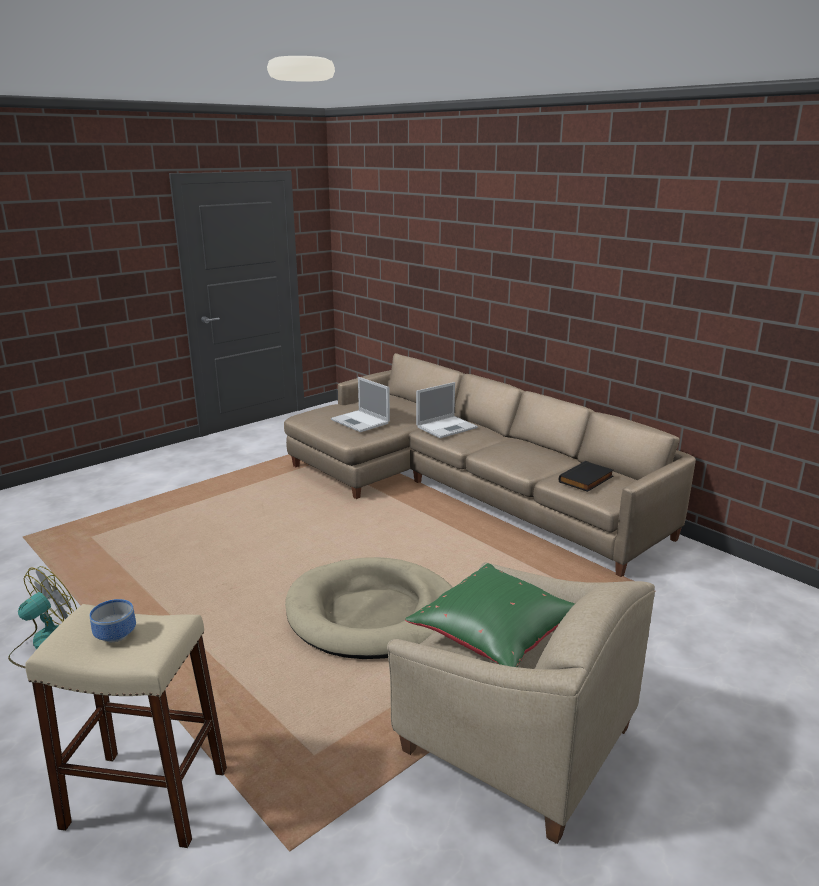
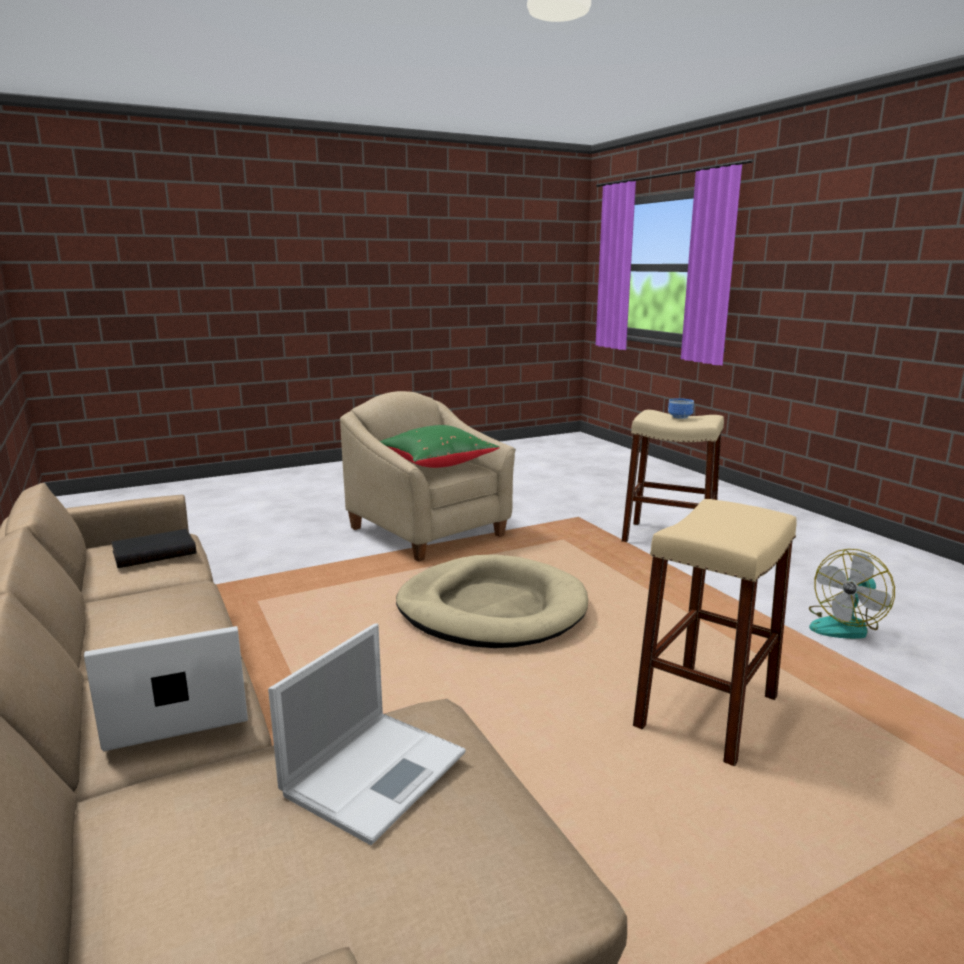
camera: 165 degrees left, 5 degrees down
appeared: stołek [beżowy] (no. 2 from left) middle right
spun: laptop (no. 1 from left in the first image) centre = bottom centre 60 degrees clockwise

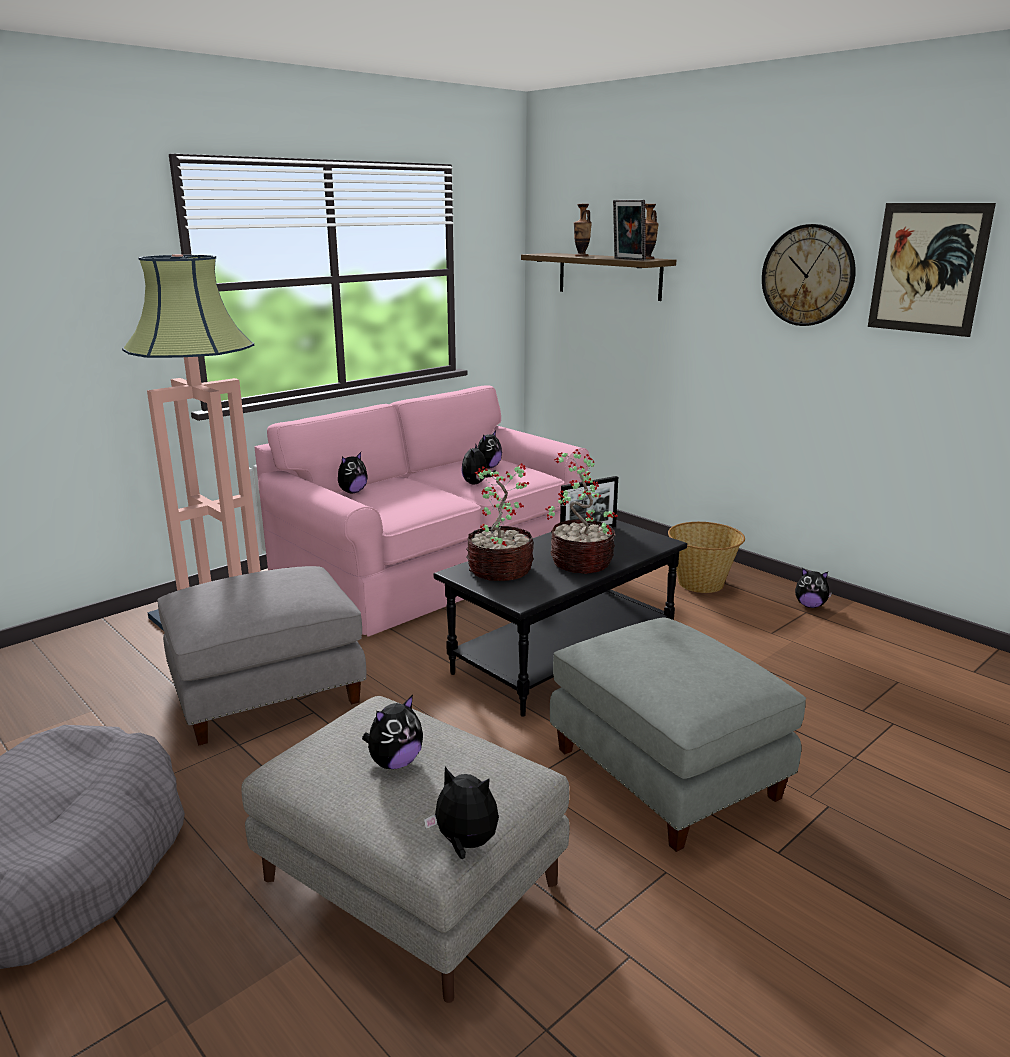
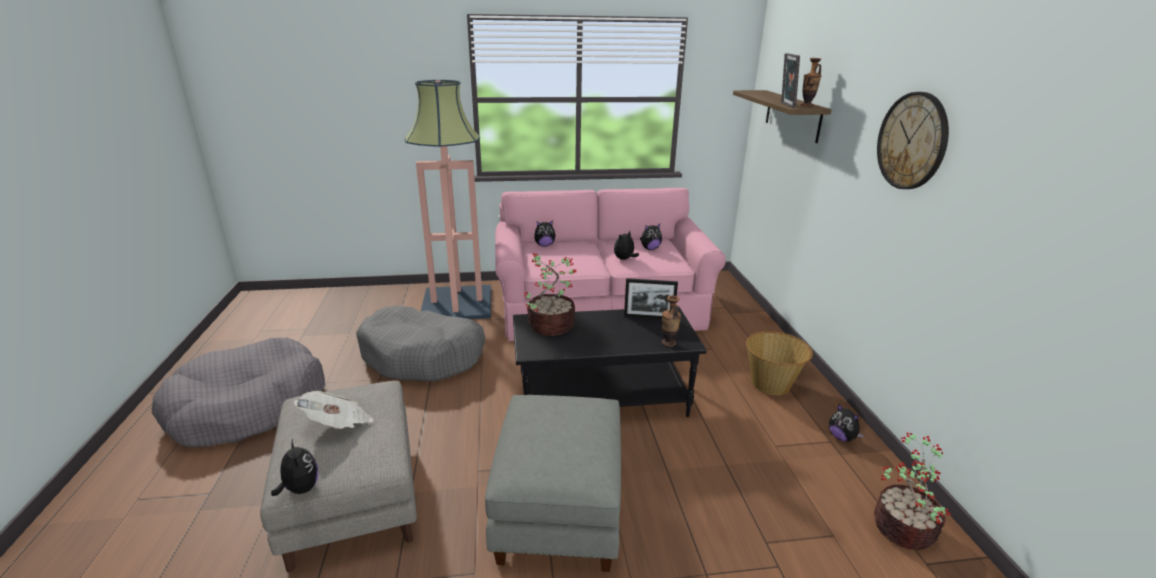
camera: 35 degrees right, 5 degrees up
missing: obraz top right
relocated: wazon (no. 1 from left) top centre to centre; roślina doniczkowa (no. 2 from left) centre to bottom right
exchanged: pluszak (no. 2 from left) bottom centre to gazeta bottom left; pufa [szary] (no. 1 from left) middle left to legowisko [szary] (no. 2 from left) centre

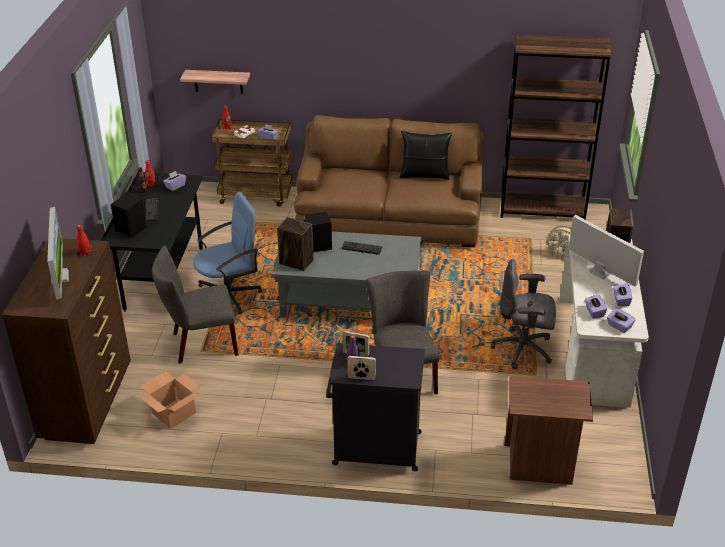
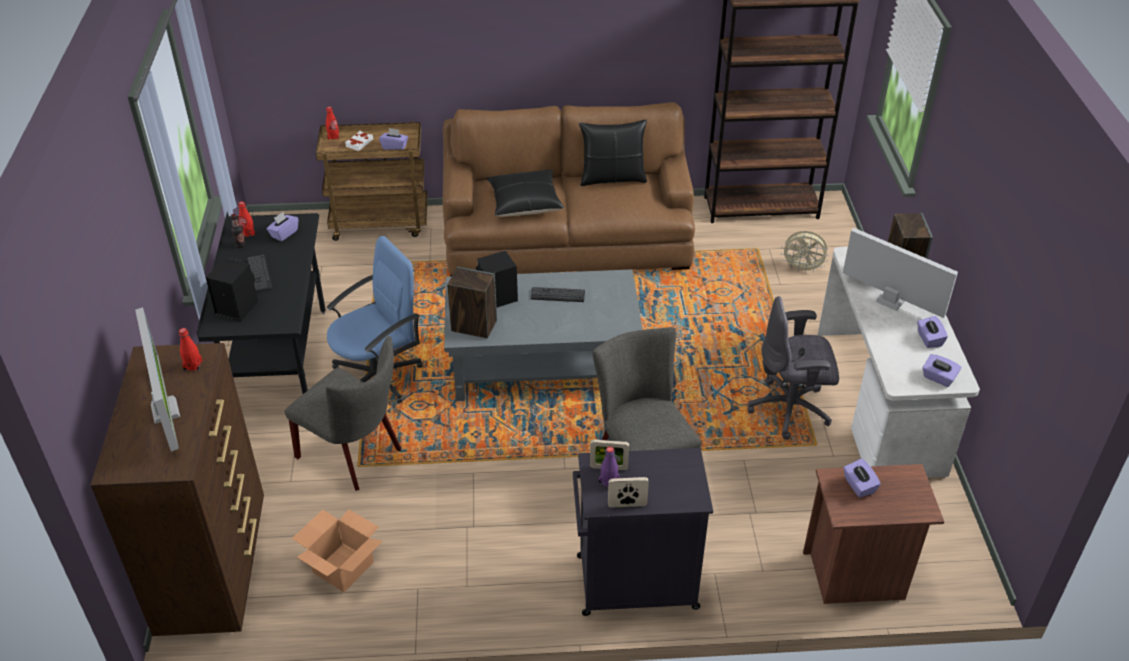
camera: 10 degrees left, 5 degrees up
missing: półka top left
appeared: poduszka [czarny] (no. 1 from left) top centre
relocated: pudełko chusteczek [fioletowy] (no. 3 from left) middle right to bottom right
spun: krzesło [szary] (no. 1 from left) middle left = middle left 120 degrees counterclockwise

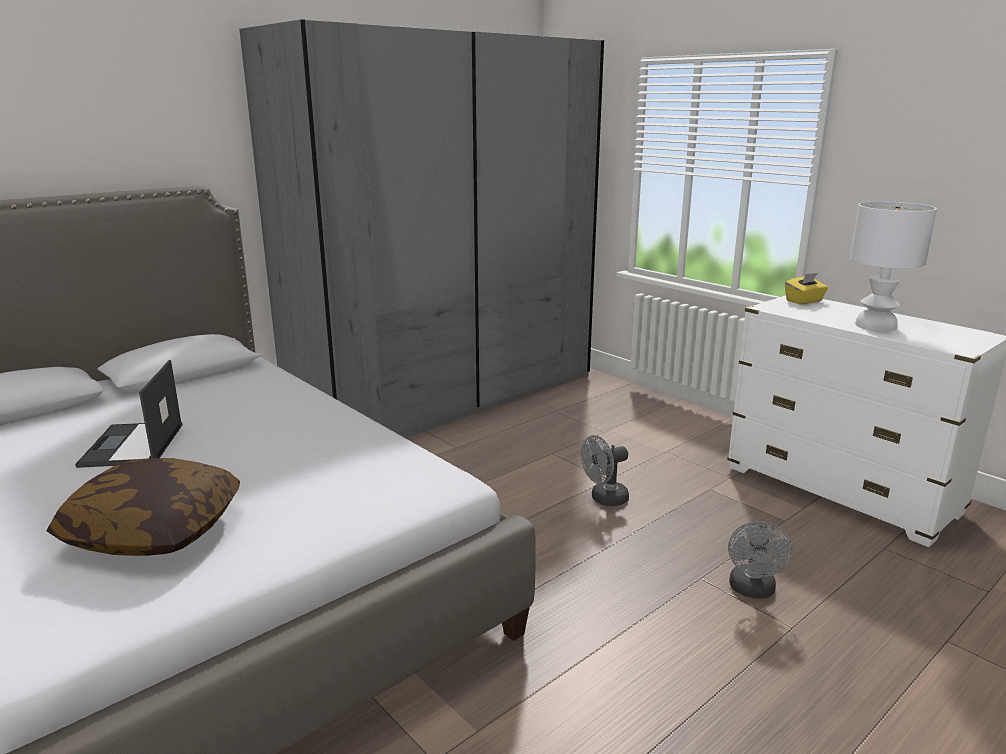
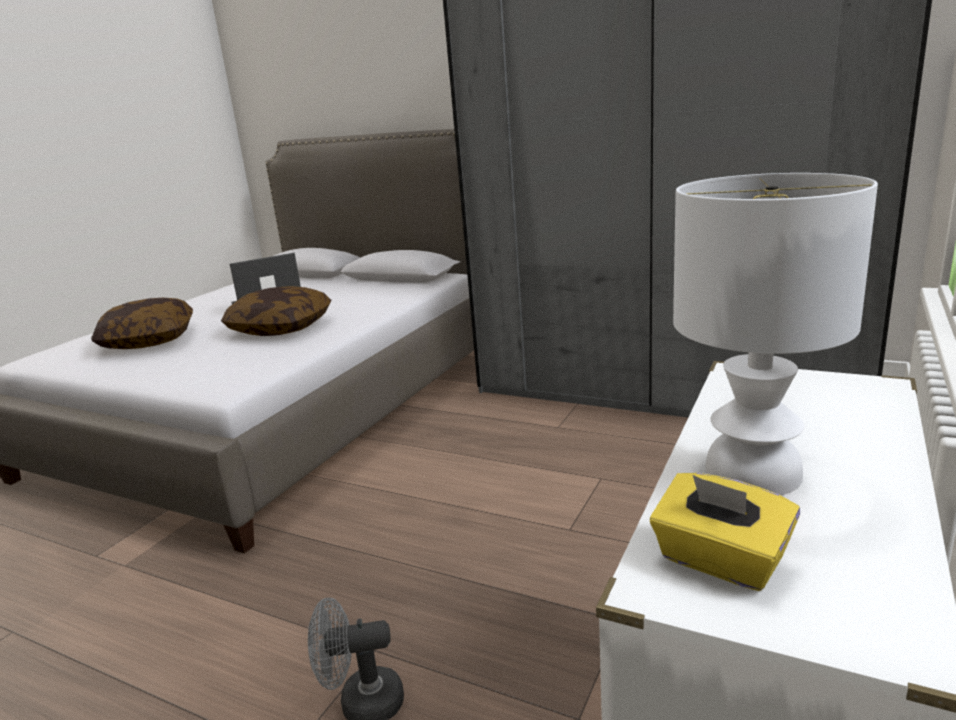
camera: 70 degrees right, 0 degrees up
missing: wentylator [szary] (no. 1 from left) centre
appeared: poduszka (no. 2 from left) middle left
relocated: pudełko chusteczek [żółty] middle right to bottom right

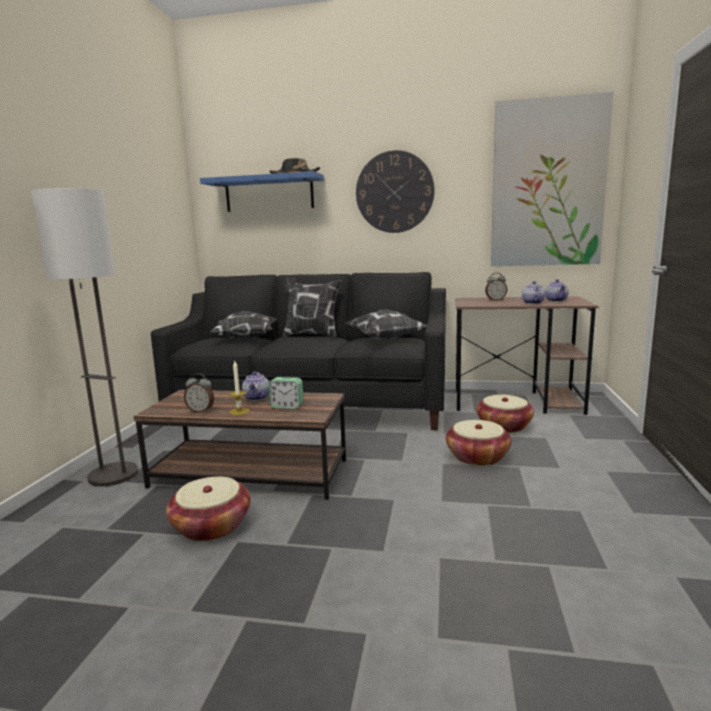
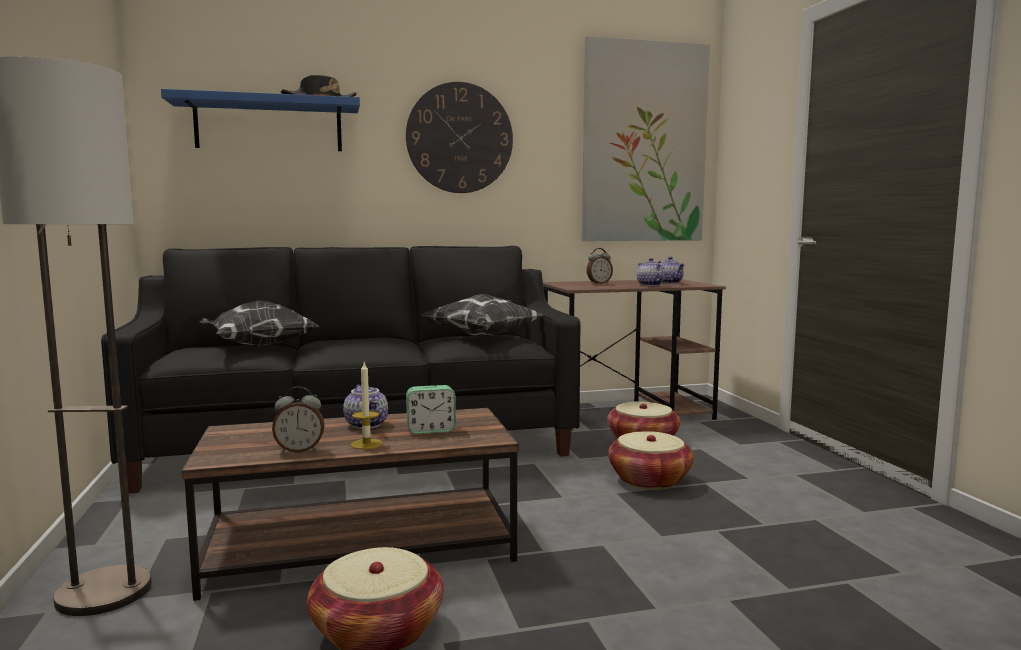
camera: 25 degrees left, 5 degrees down
missing: poduszka (no. 2 from left) centre

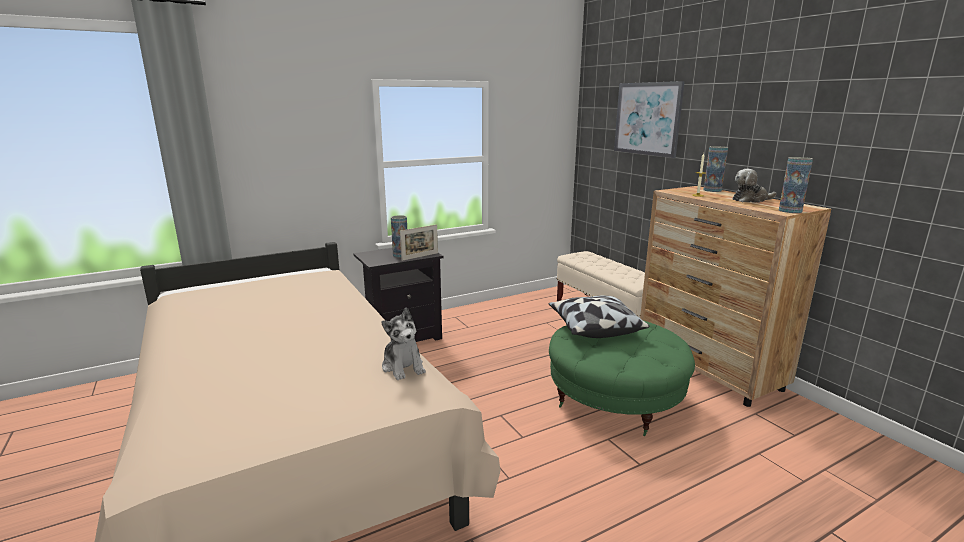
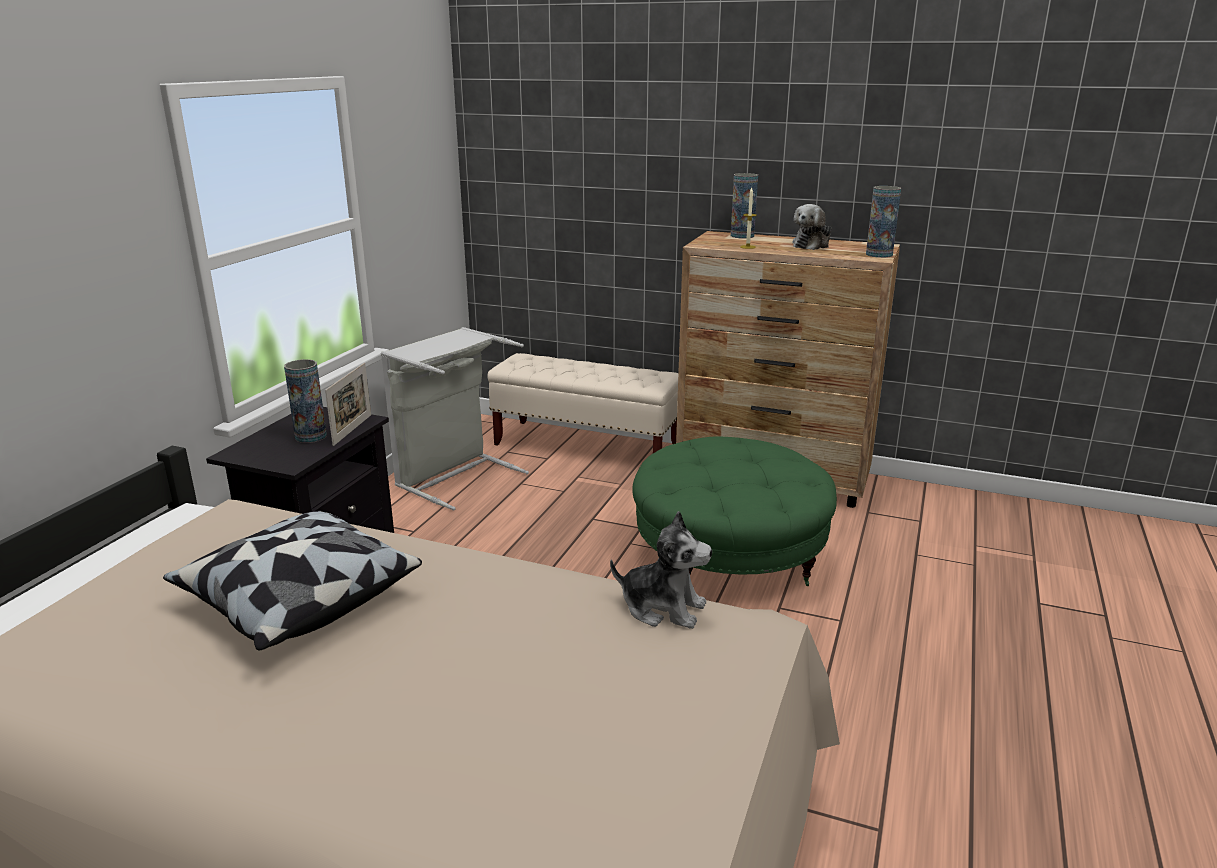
camera: 40 degrees left, 5 degrees up
missing: obraz top right
appeared: kosz na pranie [szary] centre
relocated: poduszka centre to bottom left

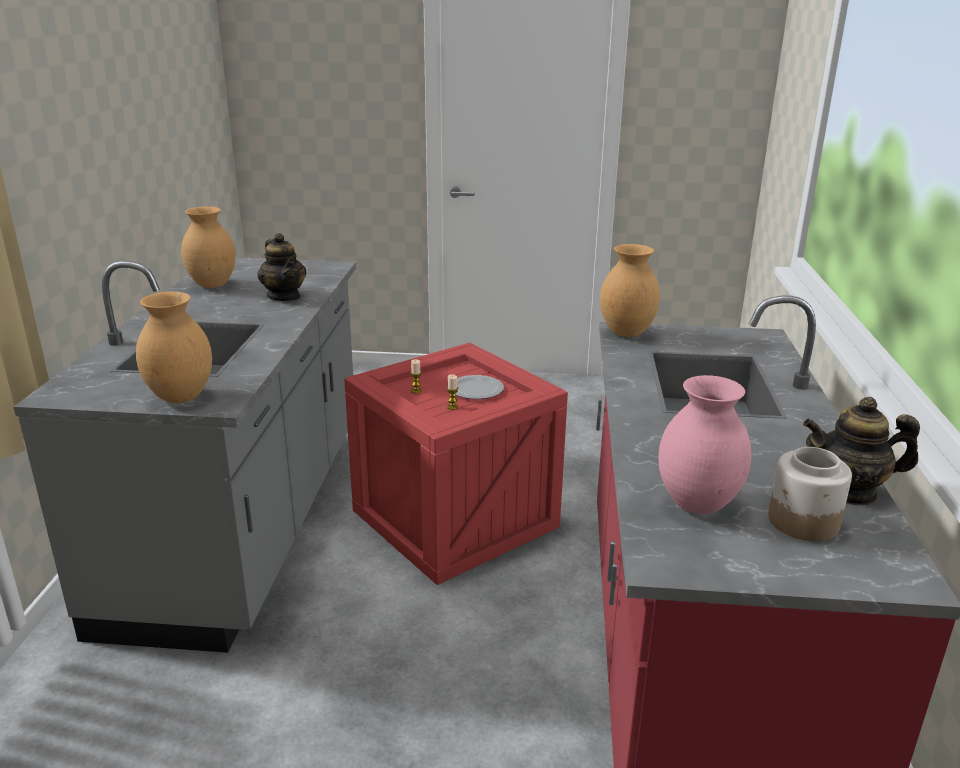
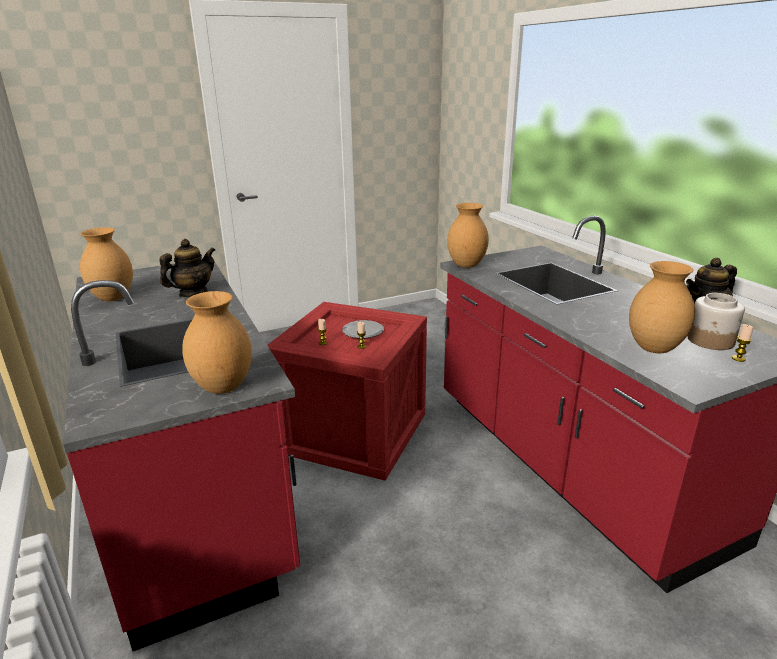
camera: 30 degrees left, 0 degrees up
appeared: świeca (no. 3 from left) middle right
colour: zabudowa kuchenna [szary] middle left to zabudowa kuchenna [czerwony] (no. 1 from left) bottom left; wazon [różowy] middle right to wazon [brązowy] (no. 4 from left) middle right
spun: imbryk (no. 1 from left) middle left = middle left 75 degrees counterclockwise

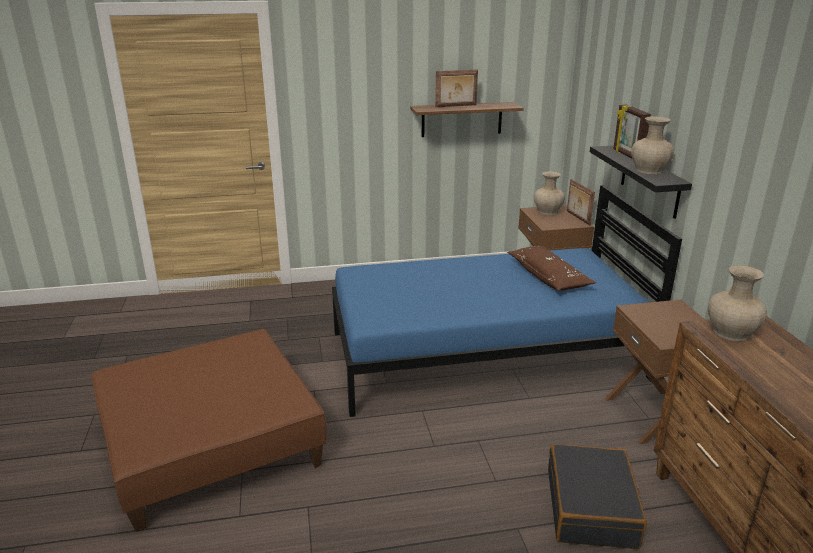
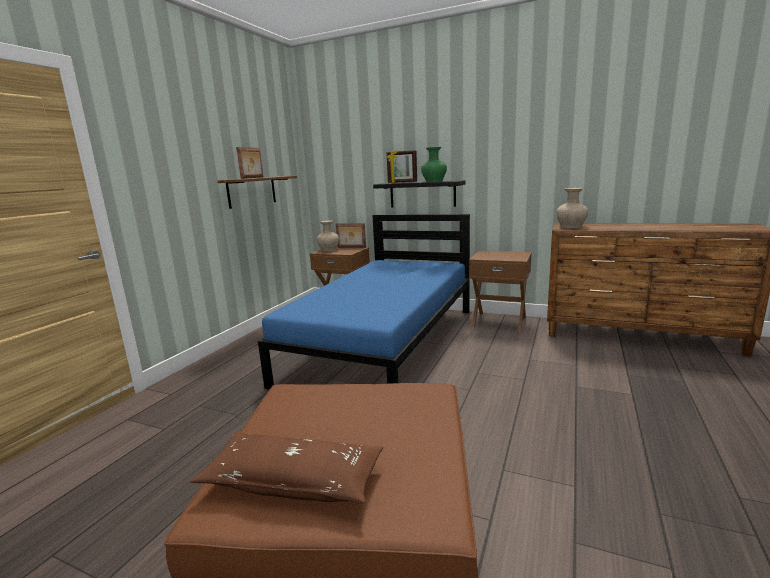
camera: 55 degrees left, 10 degrees down
missing: walizka [czarny] bottom right
relocated: poduszka [brązowy] middle right to bottom centre
colour: wazon [beżowy] (no. 2 from left) top right to wazon [zielony] top centre

